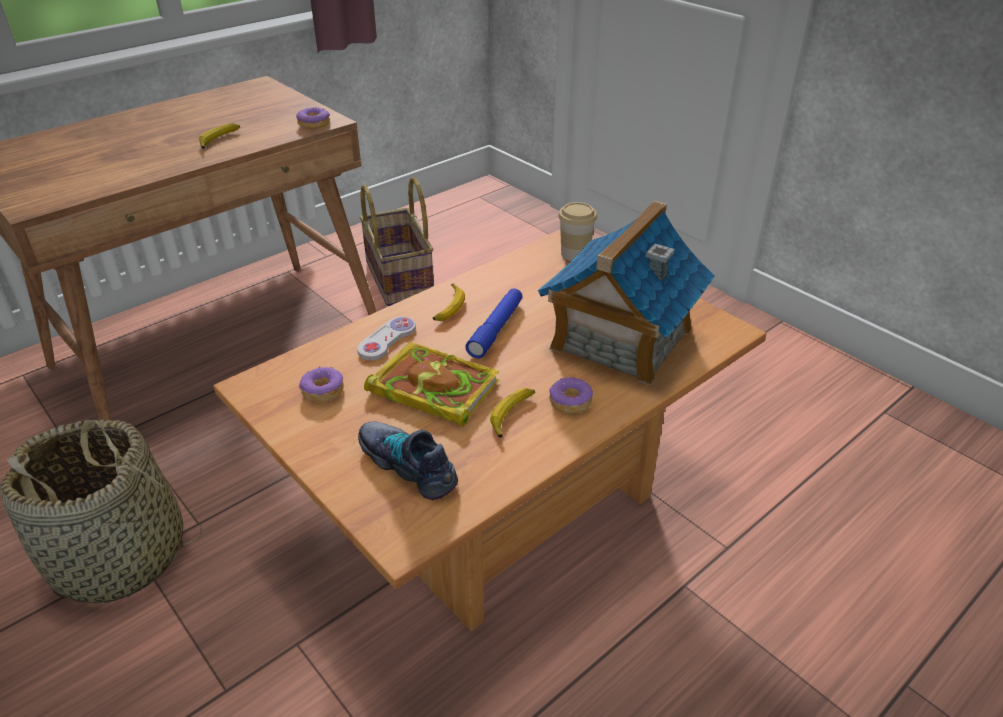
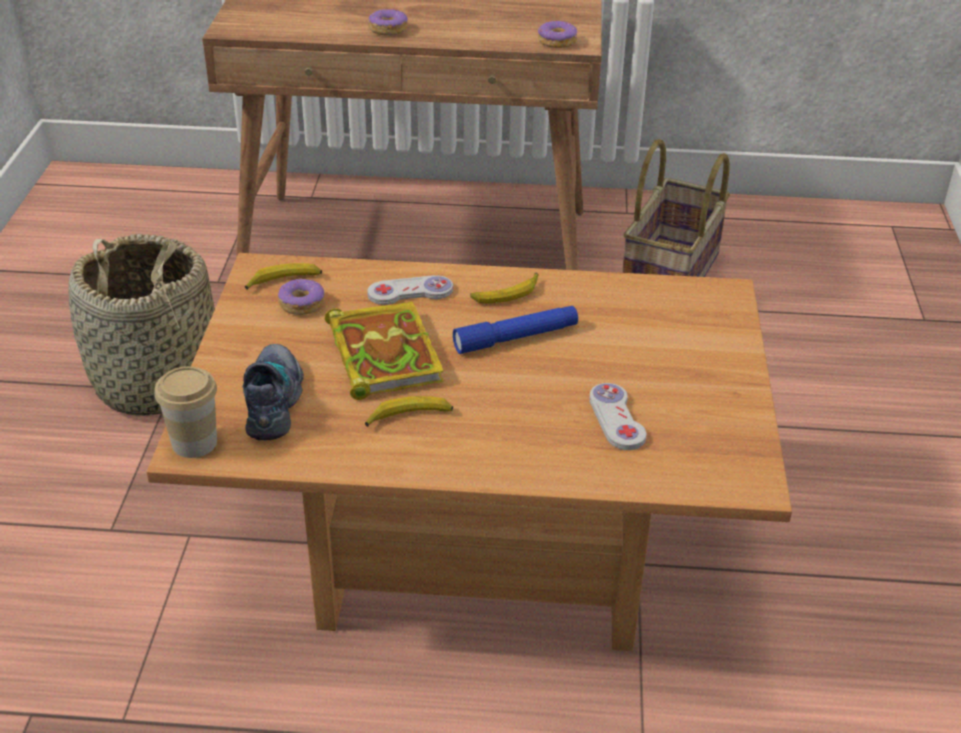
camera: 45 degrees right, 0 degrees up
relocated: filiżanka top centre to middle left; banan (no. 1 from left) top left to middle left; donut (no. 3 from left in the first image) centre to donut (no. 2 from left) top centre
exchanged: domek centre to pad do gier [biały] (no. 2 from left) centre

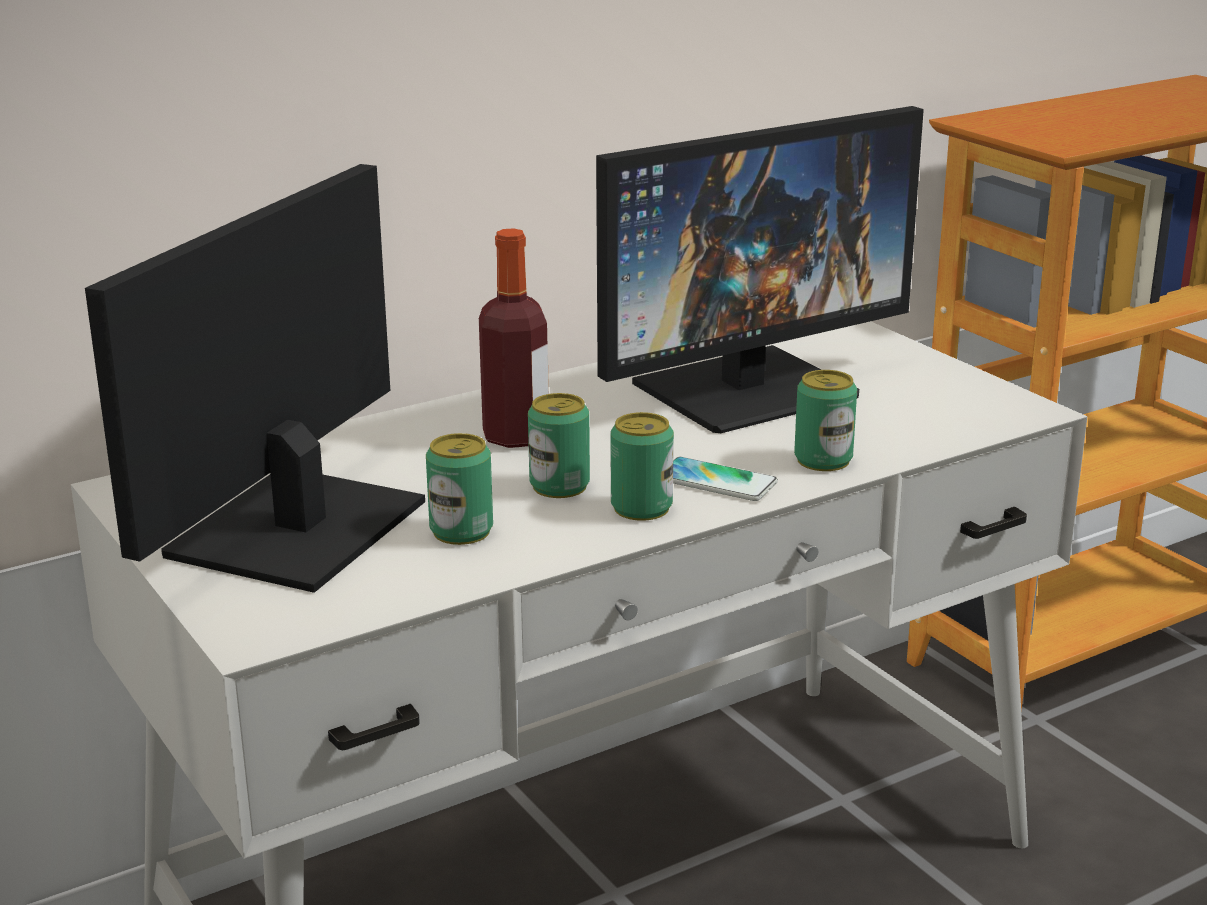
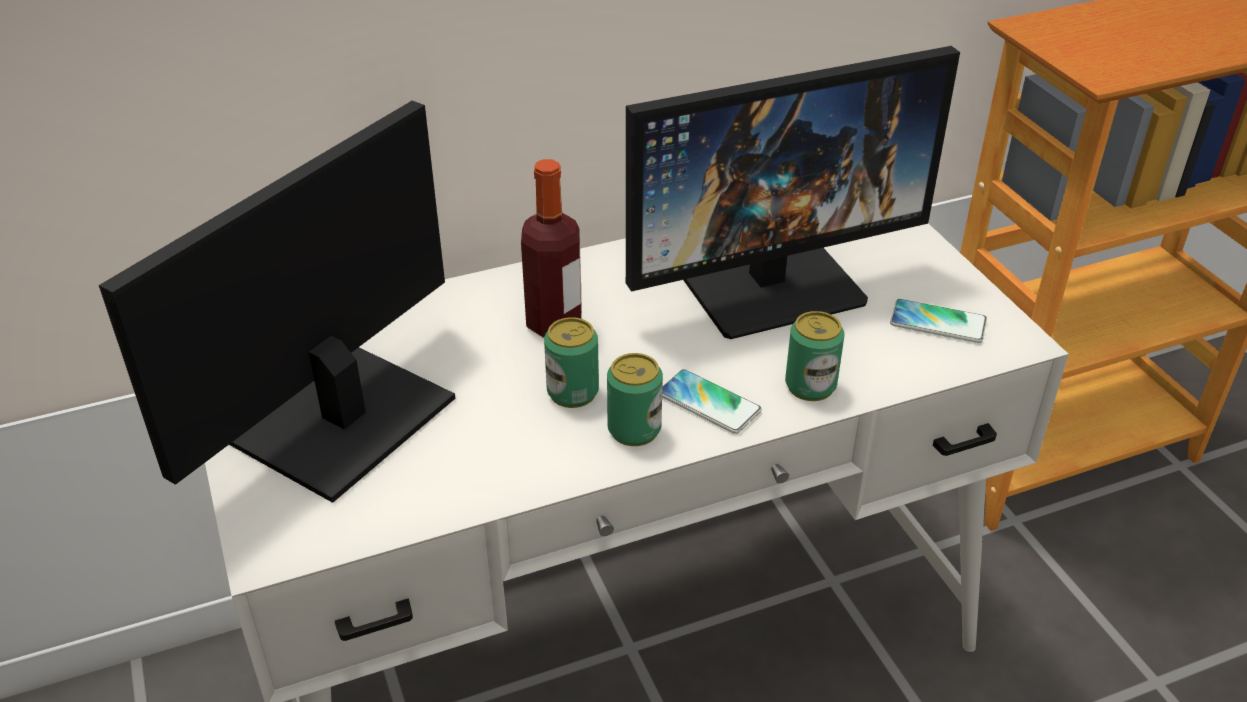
camera: 10 degrees right, 15 degrees up
missing: puszka (no. 1 from left) centre
appeared: telefon (no. 2 from left) middle right

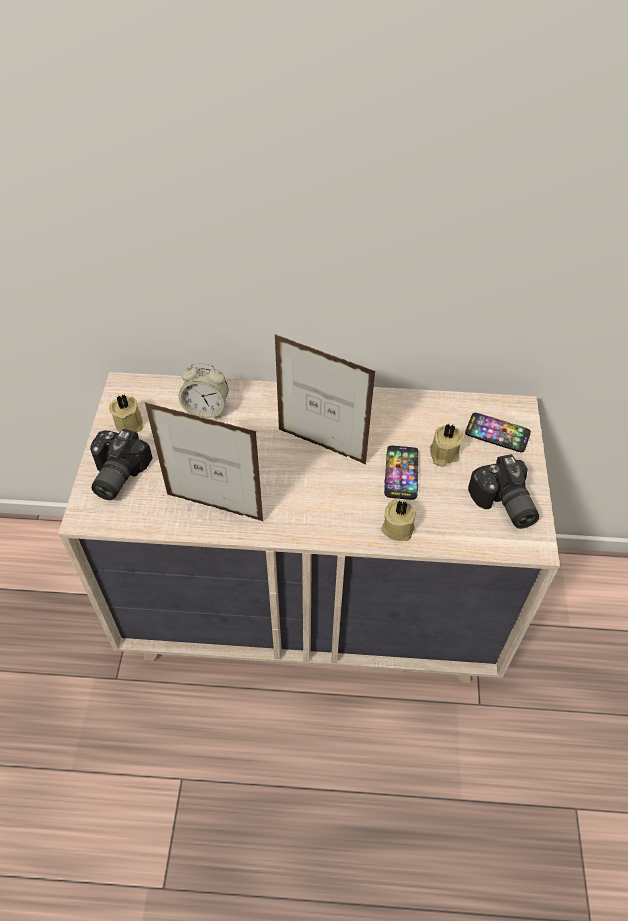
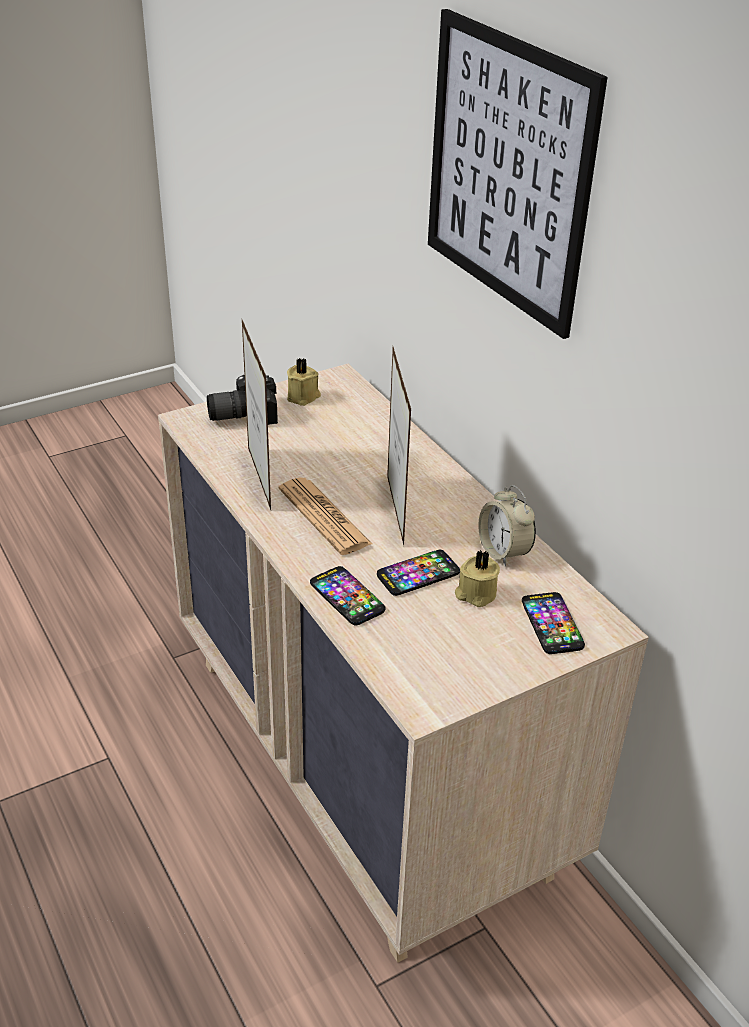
camera: 55 degrees right, 15 degrees down
missing: aparat fotograficzny (no. 2 from left) middle right
appeared: gazeta centre; obraz top right
relocated: budzik middle left to middle right
exchanged: świeca [beżowy] (no. 2 from left) centre to telefon (no. 1 from left) centre

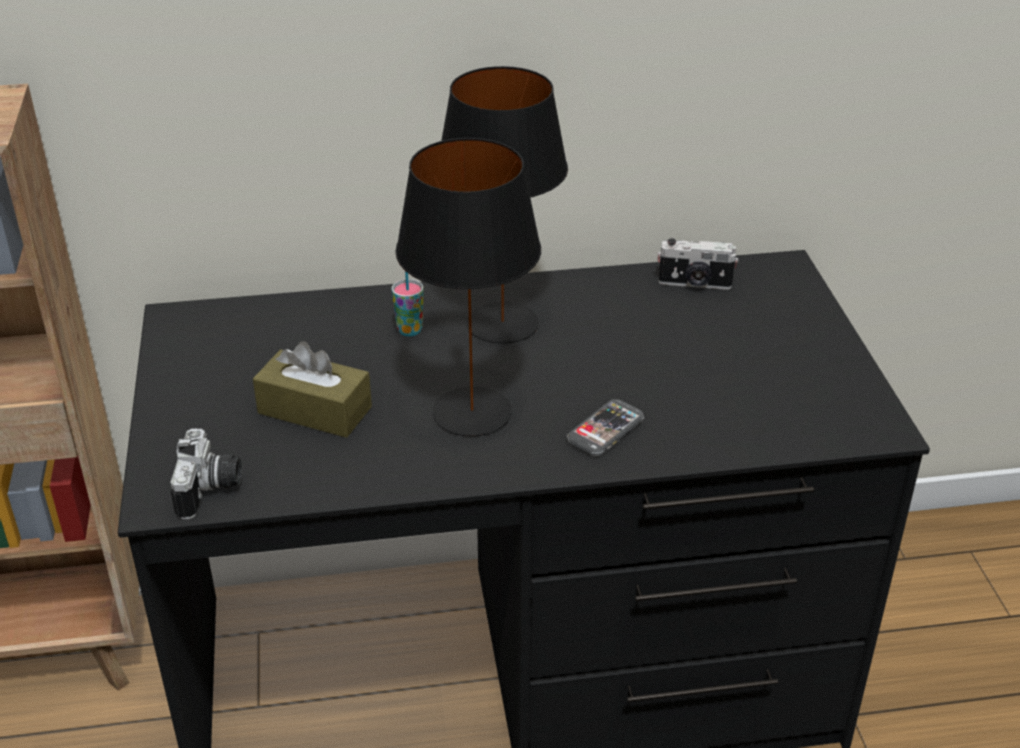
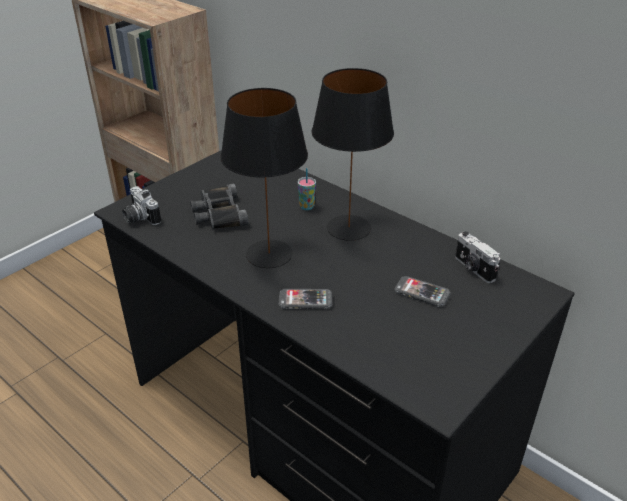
camera: 50 degrees right, 0 degrees up
appeared: telefon (no. 2 from left) middle right
exchanged: pudełko chusteczek [brązowy] middle left to lornetka [czarny] centre
spun: aparat fotograficzny (no. 1 from left) middle left = middle left 90 degrees clockwise

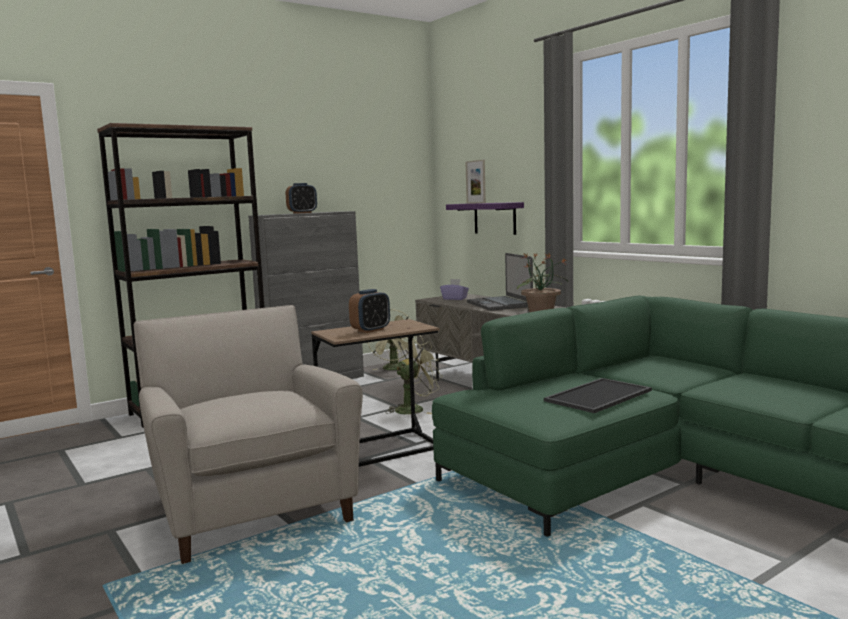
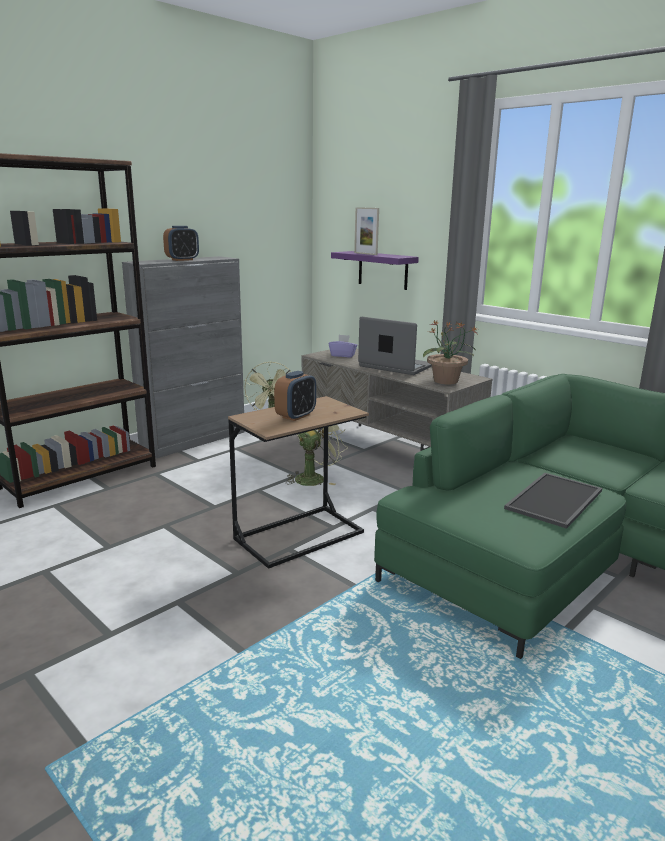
camera: 10 degrees left, 10 degrees up
missing: fotel [beżowy] bottom left
spun: laptop centre = centre 150 degrees clockwise

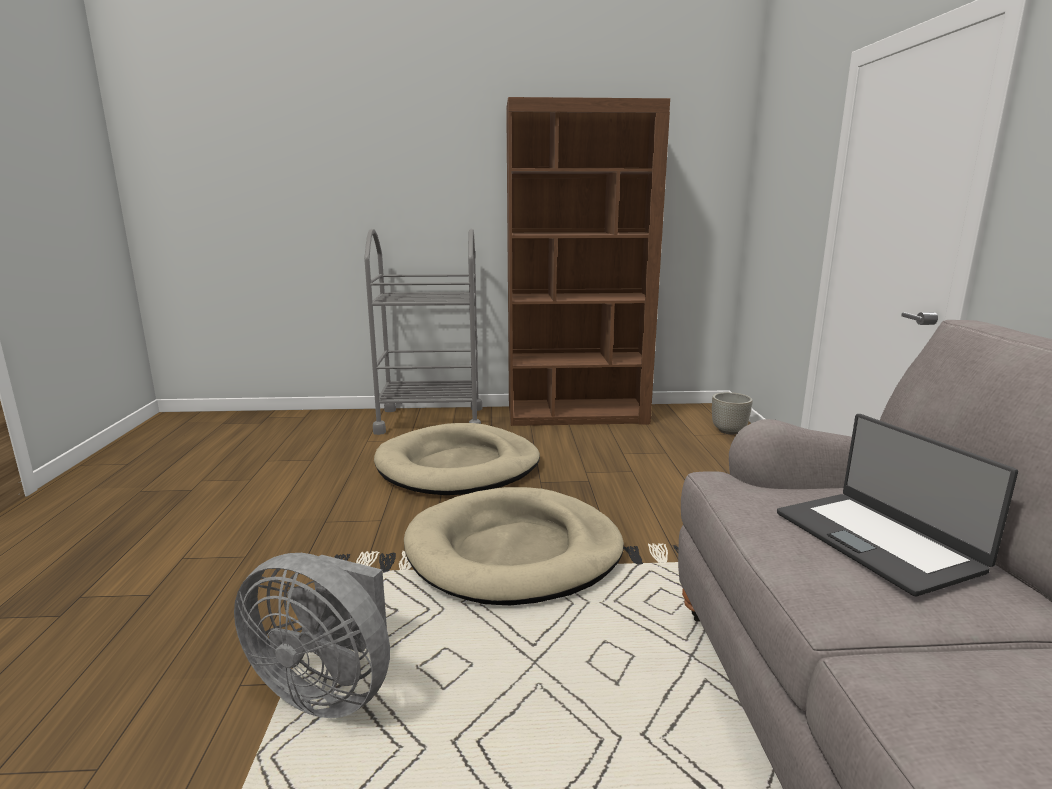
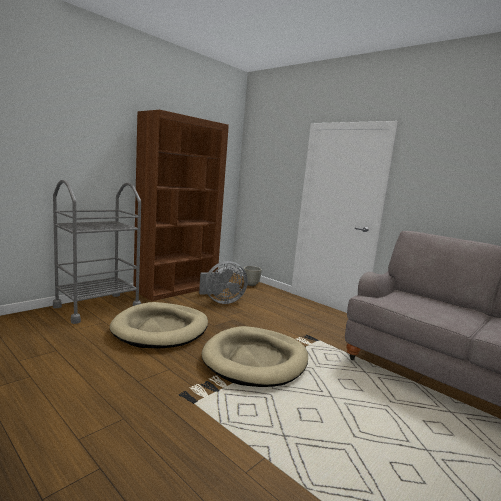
camera: 45 degrees left, 5 degrees down
missing: laptop middle right
relocated: wentylator [szary] bottom left to centre

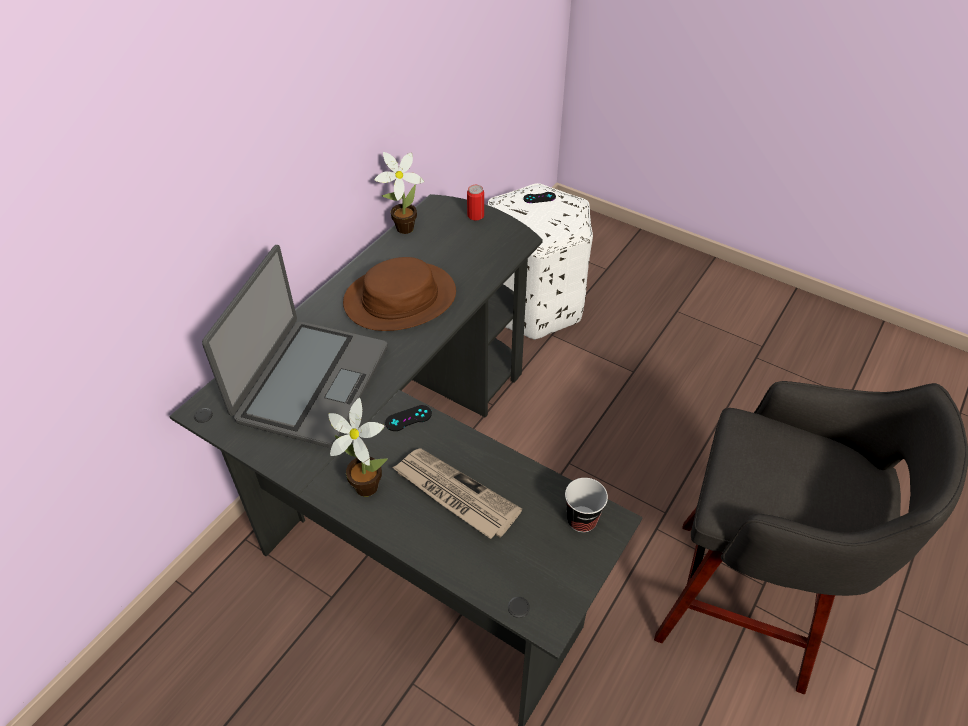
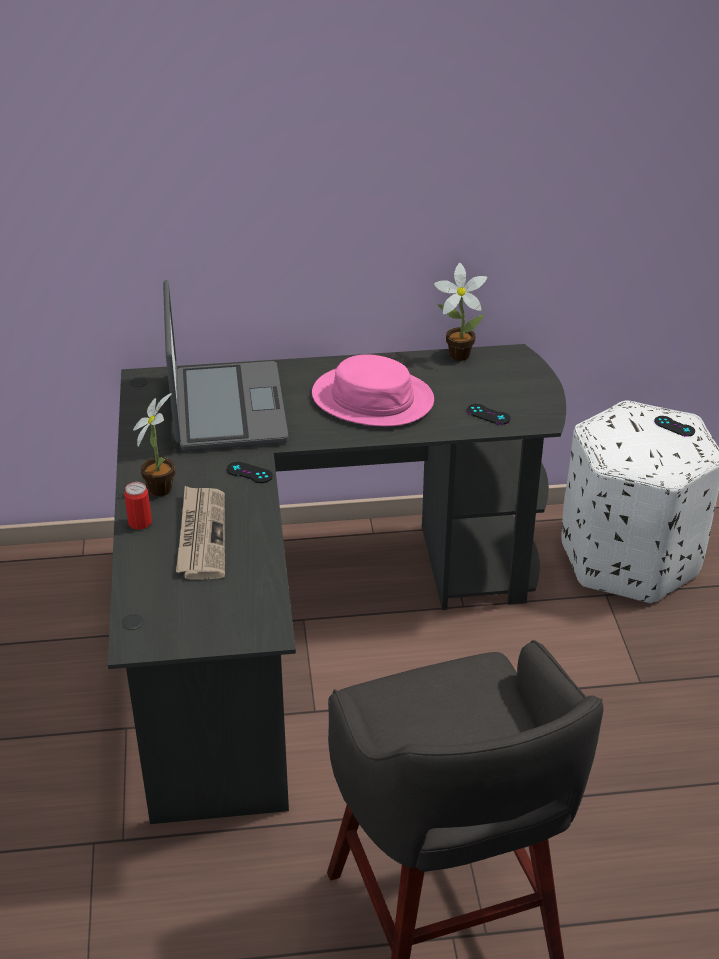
camera: 50 degrees right, 10 degrees down
missing: filiżanka bottom centre
appeared: pad do gier [czarny] (no. 2 from left) middle right
relocated: puszka top centre to middle left
colour: kapelusz [brązowy] centre to kapelusz [różowy] centre
spun: laptop middle left = middle left 75 degrees counterclockwise

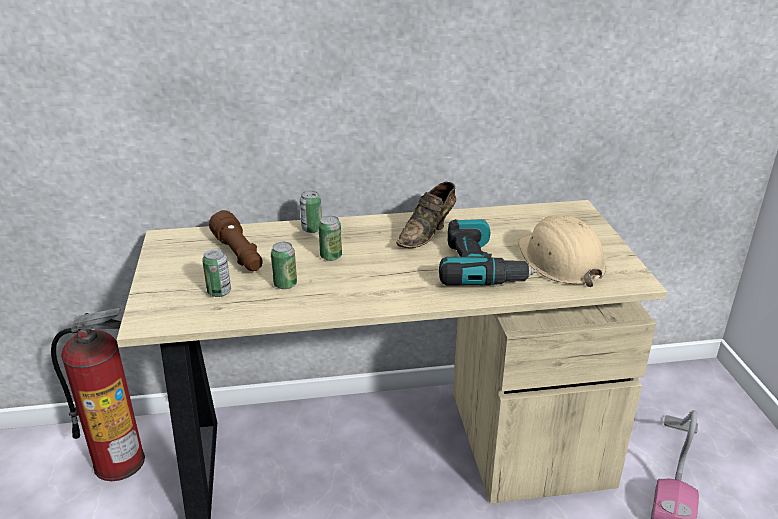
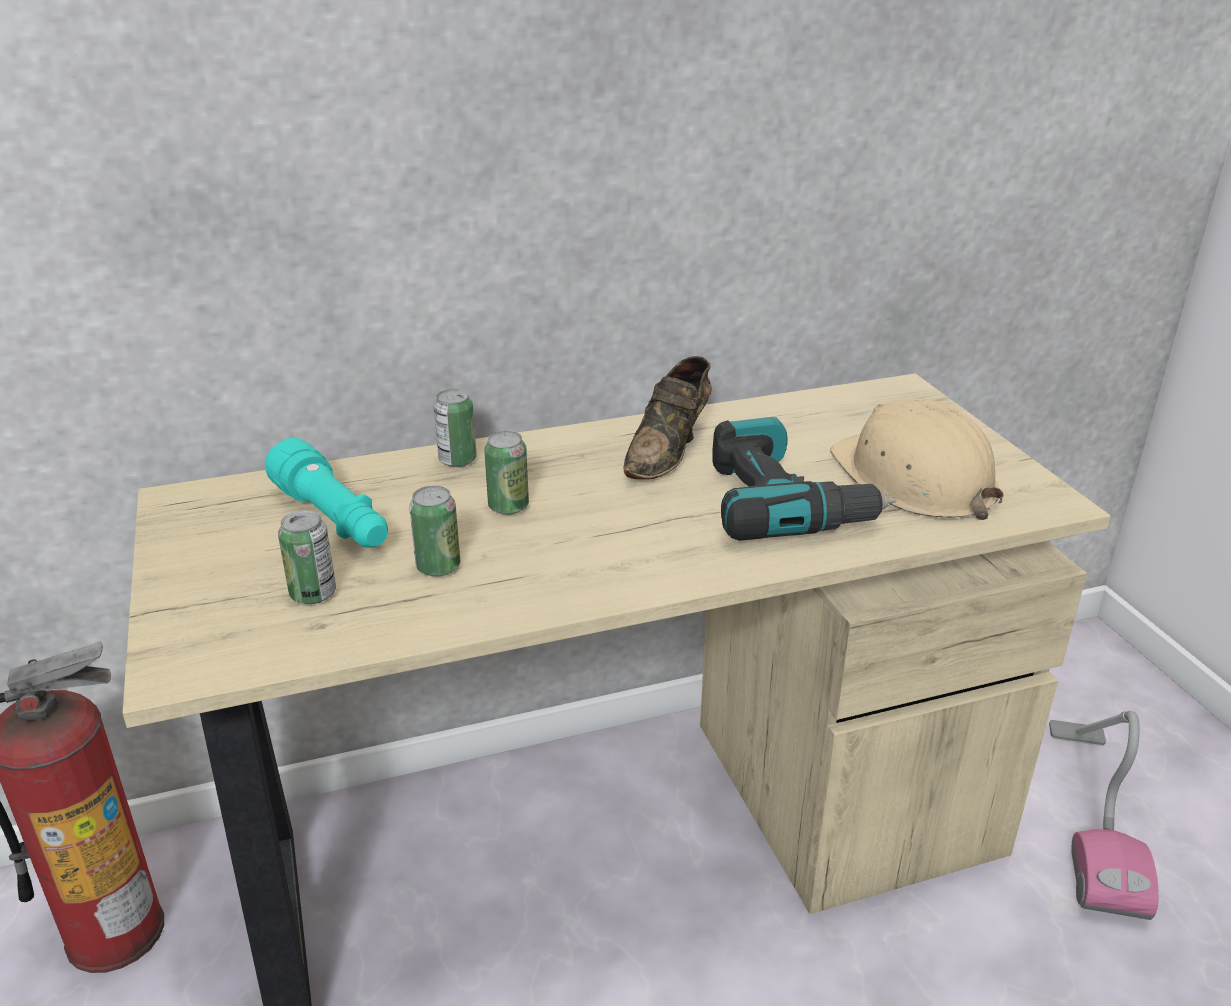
camera: 10 degrees left, 0 degrees up
colour: latarka [brązowy] middle left to latarka [turkusowy] middle left

